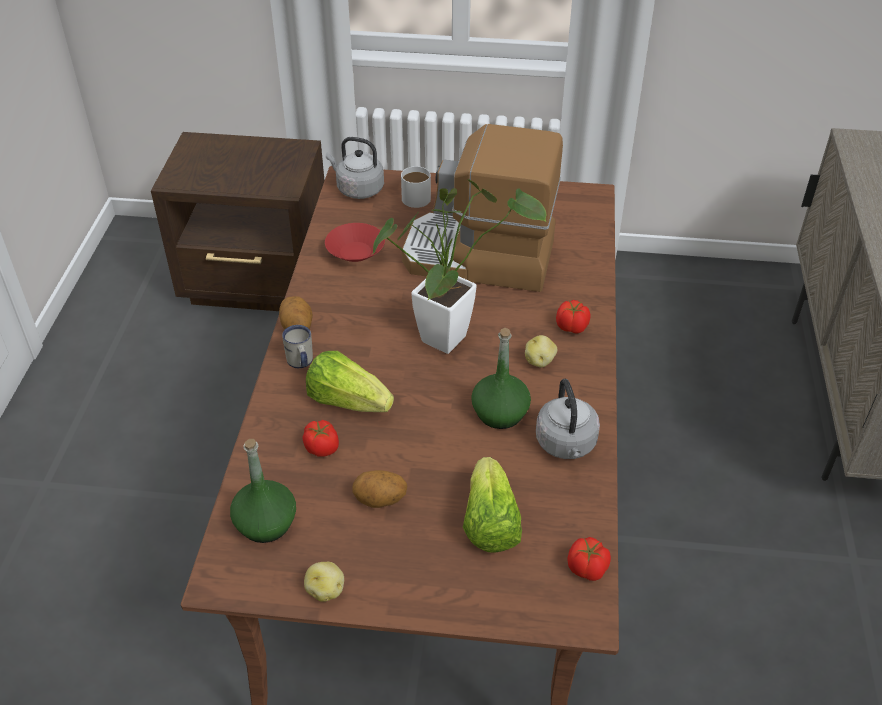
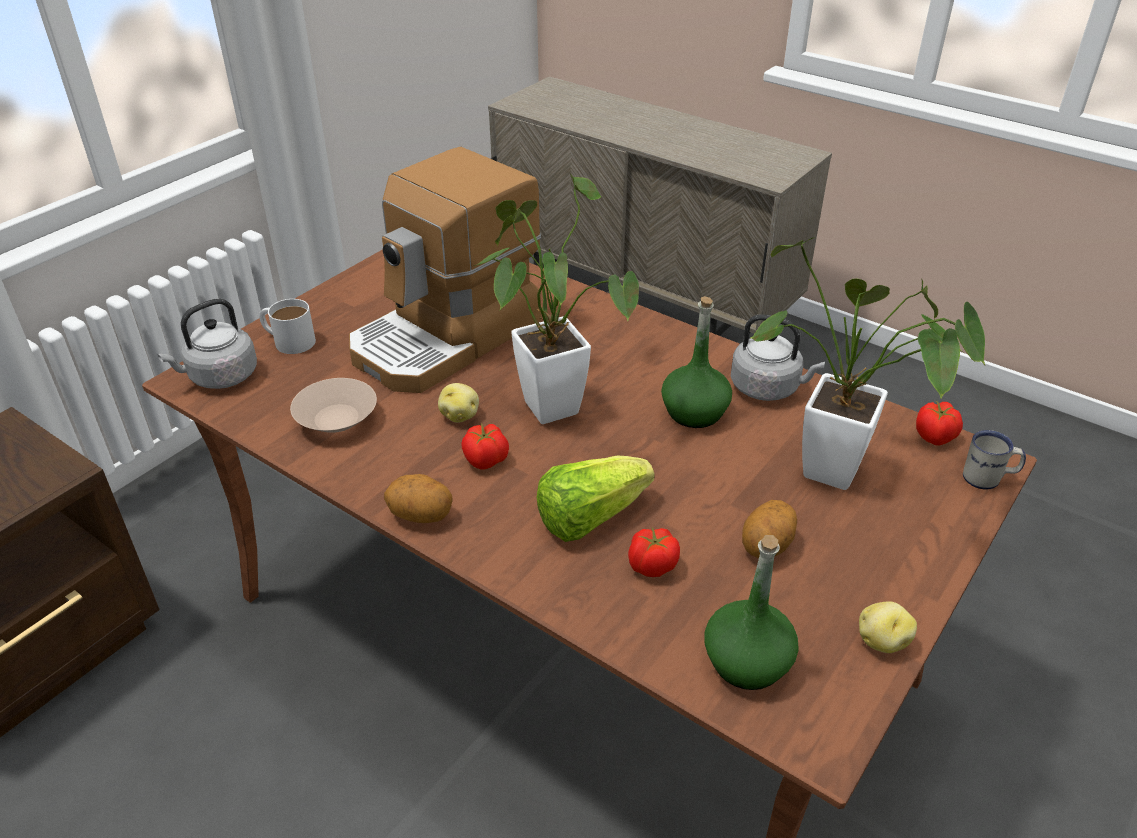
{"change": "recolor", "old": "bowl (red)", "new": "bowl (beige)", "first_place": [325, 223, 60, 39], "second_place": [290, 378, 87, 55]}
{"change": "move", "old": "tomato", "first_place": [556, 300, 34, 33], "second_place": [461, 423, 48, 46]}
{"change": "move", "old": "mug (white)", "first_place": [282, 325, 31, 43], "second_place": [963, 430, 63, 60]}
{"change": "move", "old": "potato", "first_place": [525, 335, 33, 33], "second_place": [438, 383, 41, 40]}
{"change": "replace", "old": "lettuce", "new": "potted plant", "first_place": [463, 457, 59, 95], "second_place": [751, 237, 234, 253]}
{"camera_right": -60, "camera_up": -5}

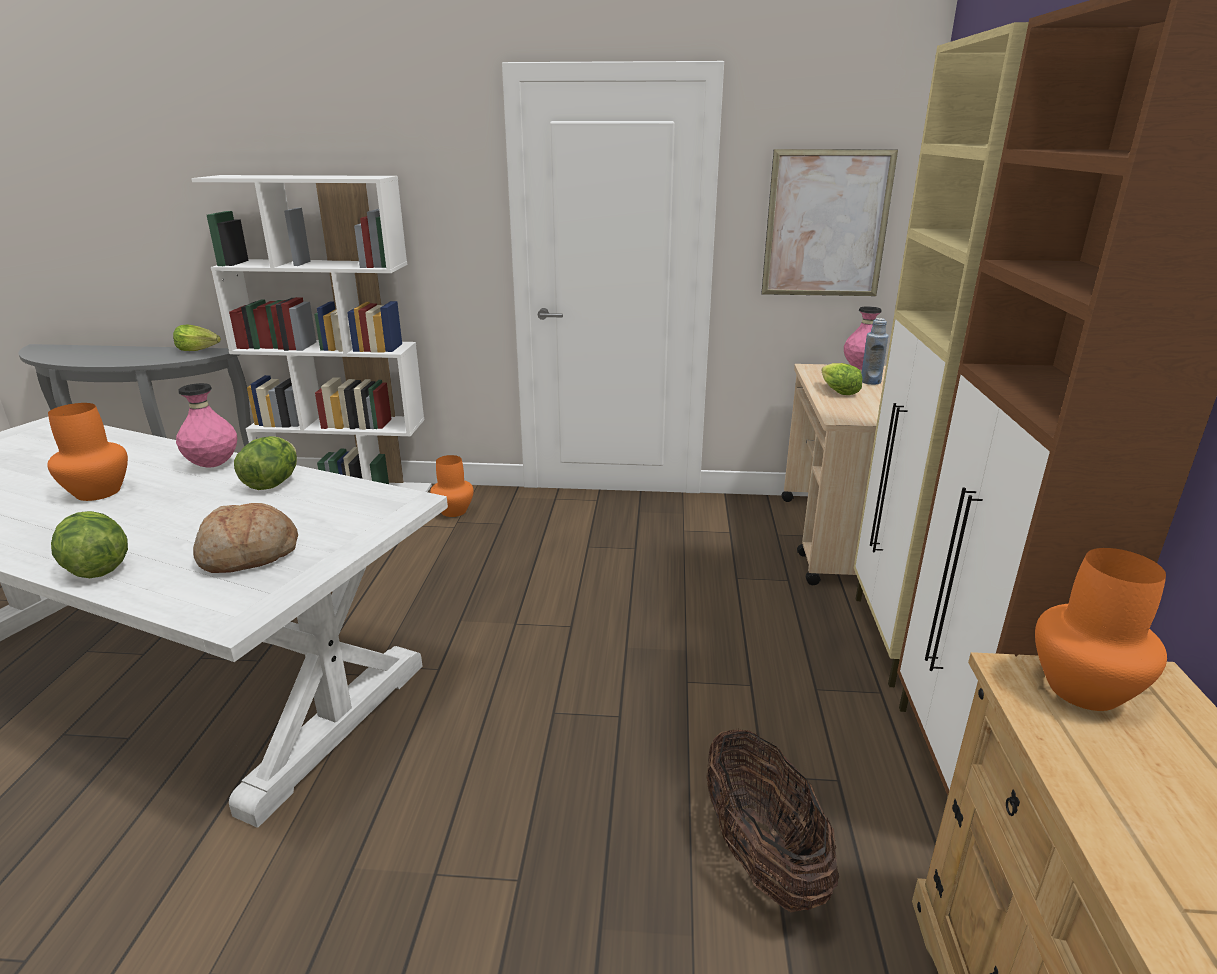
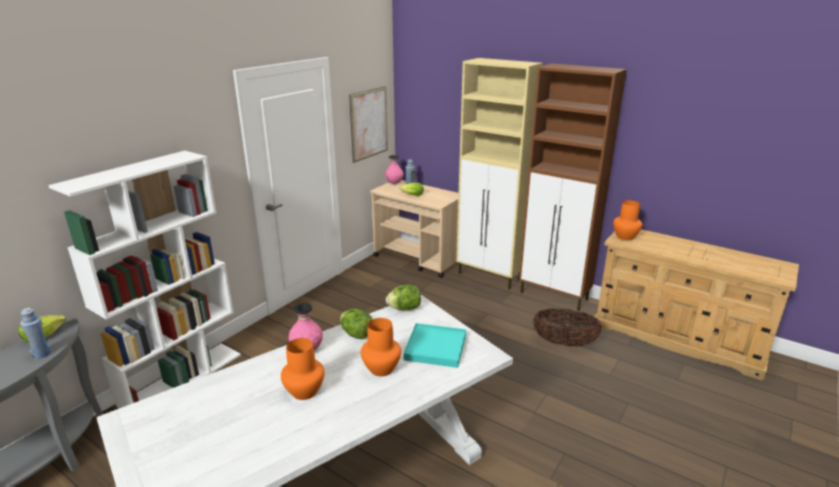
{"change": "move", "old": "vase (orange)", "first_place": [430, 455, 44, 62], "second_place": [361, 318, 40, 58]}
{"change": "replace", "old": "bread", "new": "tray (turquoise)", "first_place": [193, 503, 105, 70], "second_place": [404, 323, 62, 45]}
{"change": "move", "old": "lettuce", "first_place": [51, 511, 77, 67], "second_place": [386, 284, 35, 26]}
{"change": "insert", "new": "bottle (blue)", "second_place": [20, 308, 32, 51]}
{"camera_right": -60, "camera_up": 0}

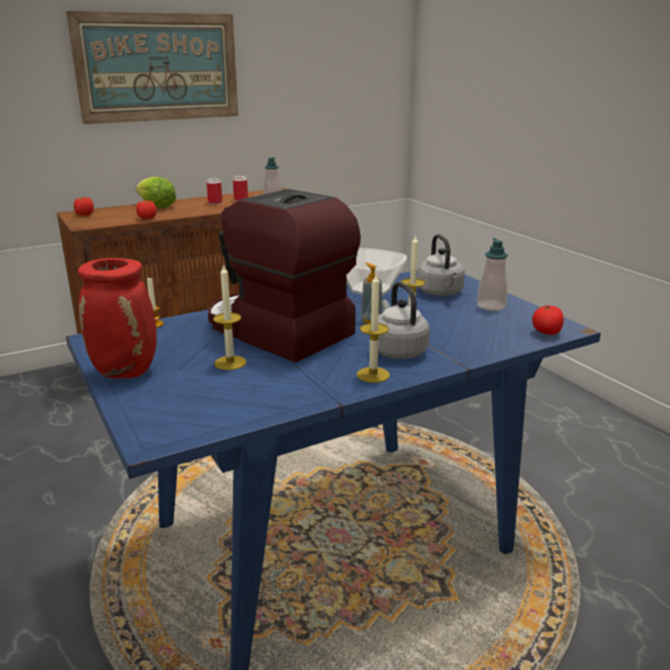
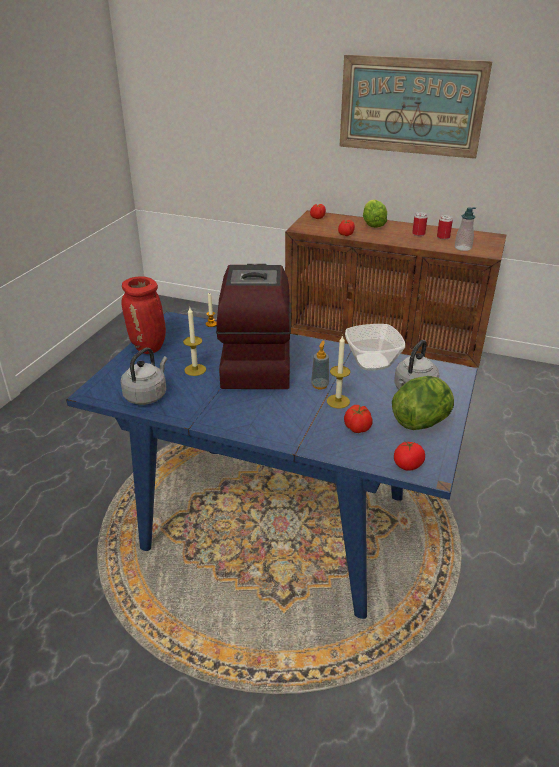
{"change": "replace", "old": "soap dispenser", "new": "lettuce", "first_place": [477, 238, 31, 73], "second_place": [392, 376, 62, 54]}
{"change": "delete", "old": "candle", "first_place": [357, 274, 33, 109]}
{"change": "move", "old": "kettle (grey)", "first_place": [378, 282, 52, 77], "second_place": [120, 348, 47, 57]}
{"change": "insert", "new": "tomato", "second_place": [344, 405, 29, 28]}
{"camera_right": 50, "camera_up": 10}

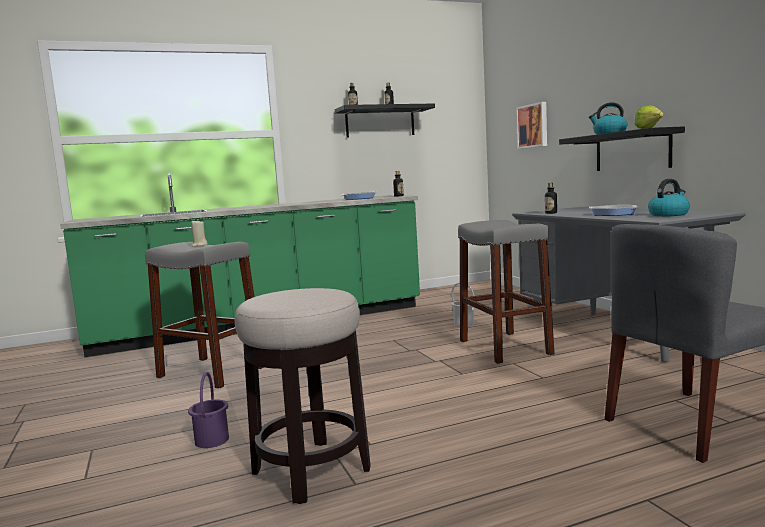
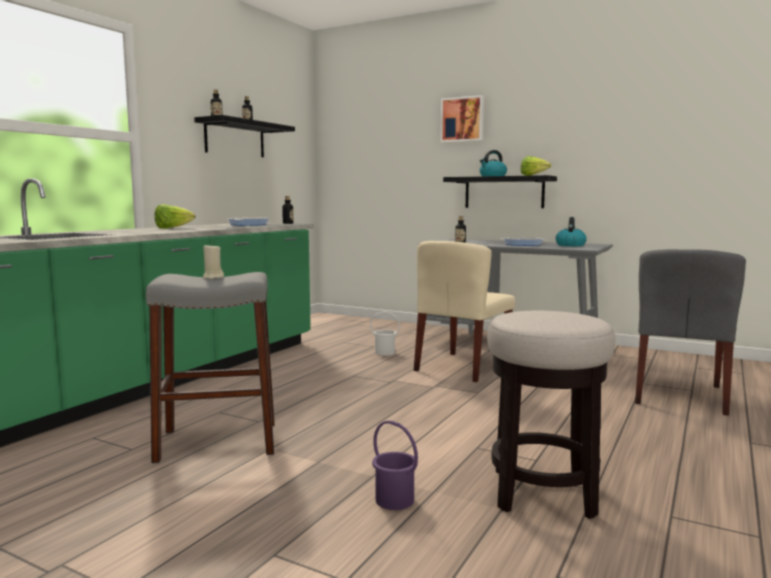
{"change": "move", "old": "picture", "first_place": [516, 102, 31, 47], "second_place": [440, 95, 44, 48]}
{"change": "replace", "old": "stool (grey)", "new": "chair (beige)", "first_place": [458, 220, 97, 144], "second_place": [414, 241, 101, 141]}
{"change": "insert", "new": "lettuce", "second_place": [154, 204, 41, 25]}
{"camera_right": -40, "camera_up": 0}

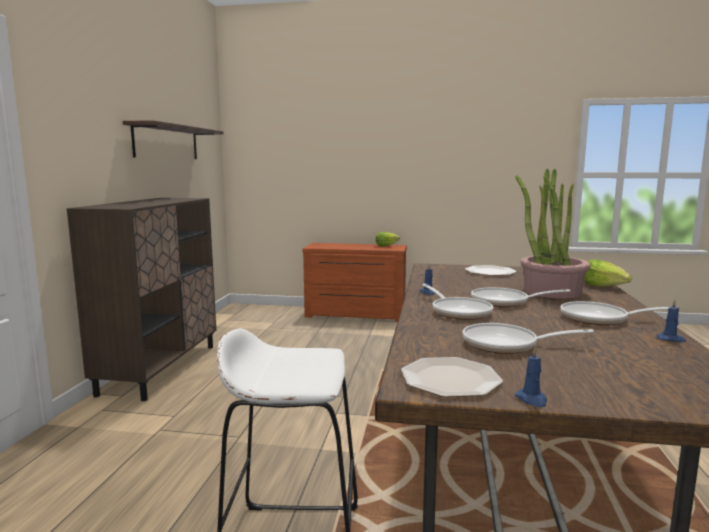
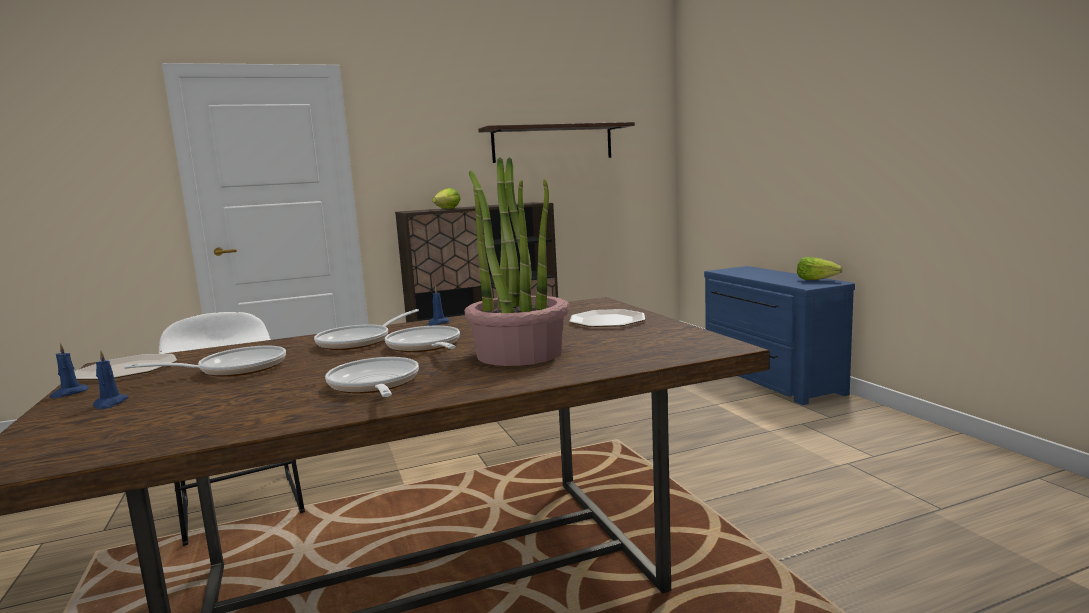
{"change": "recolor", "old": "dresser (brown)", "new": "dresser (blue)", "first_place": [303, 243, 104, 79], "second_place": [704, 266, 151, 139]}
{"change": "move", "old": "lettuce", "first_place": [584, 259, 48, 28], "second_place": [432, 188, 28, 21]}
{"change": "move", "old": "candle (blue)", "first_place": [657, 300, 29, 42], "second_place": [93, 350, 36, 59]}
{"change": "rotate", "old": "frying pan", "first_place": [463, 323, 131, 31], "second_place": [124, 346, 162, 31], "degrees": 90}
{"camera_right": 60, "camera_up": 0}

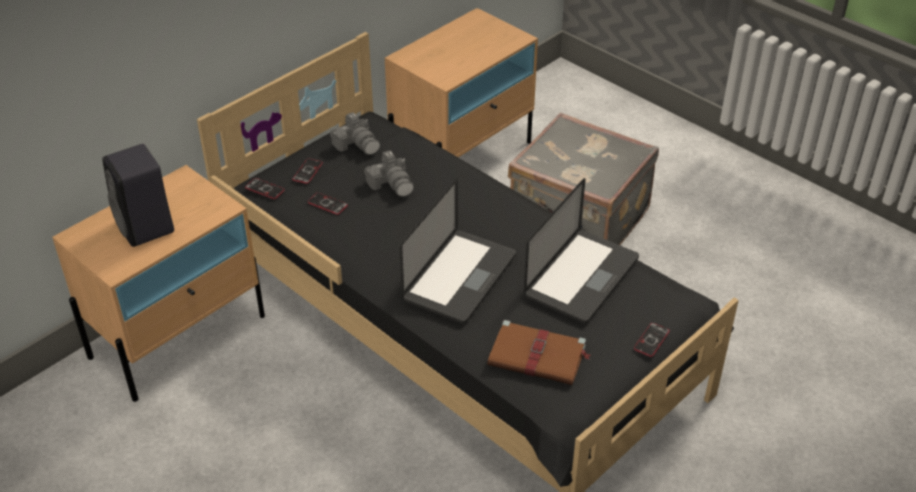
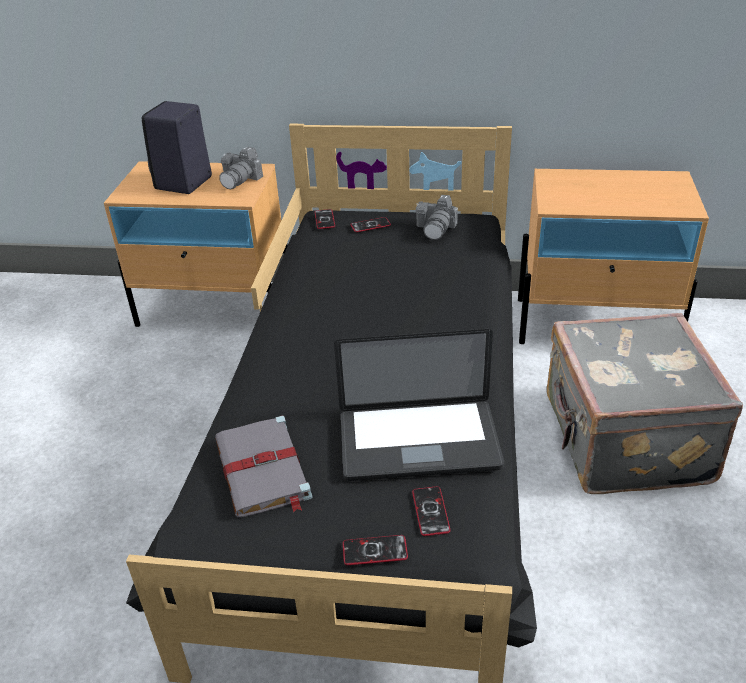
{"change": "move", "old": "photo camera", "first_place": [364, 150, 50, 47], "second_place": [220, 147, 43, 42]}
{"change": "delete", "old": "laptop", "first_place": [399, 178, 117, 146]}
{"change": "move", "old": "phone", "first_place": [308, 193, 40, 22], "second_place": [412, 486, 39, 50]}
{"change": "recolor", "old": "book (brown)", "new": "book (grey)", "first_place": [487, 320, 104, 65], "second_place": [215, 416, 97, 101]}
{"camera_right": 55, "camera_up": -5}

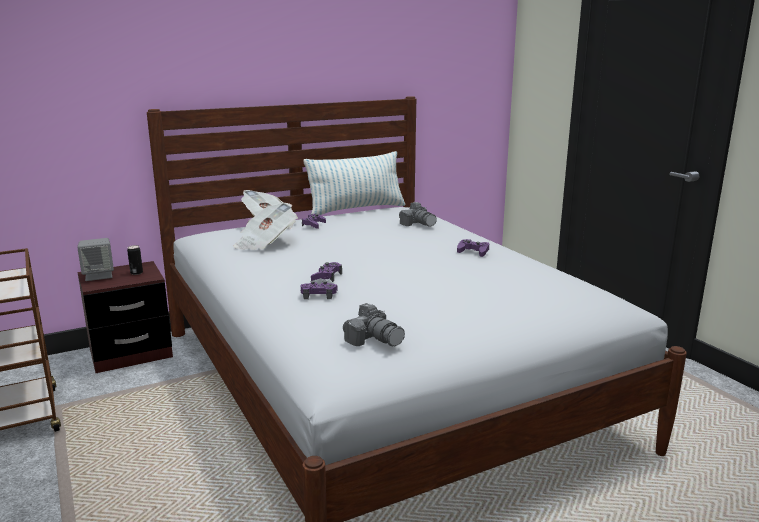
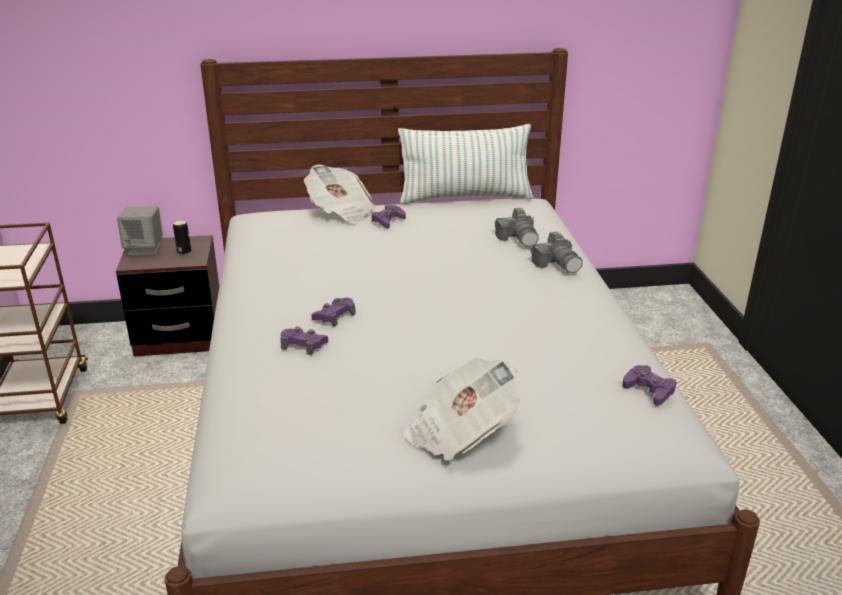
{"change": "move", "old": "newspaper", "first_place": [234, 203, 63, 47], "second_place": [404, 358, 116, 103]}
{"change": "move", "old": "game controller (purple)", "first_place": [457, 239, 32, 18], "second_place": [622, 365, 54, 41]}
{"change": "move", "old": "photo camera", "first_place": [343, 303, 62, 43], "second_place": [531, 232, 51, 41]}
{"camera_right": 20, "camera_up": 10}

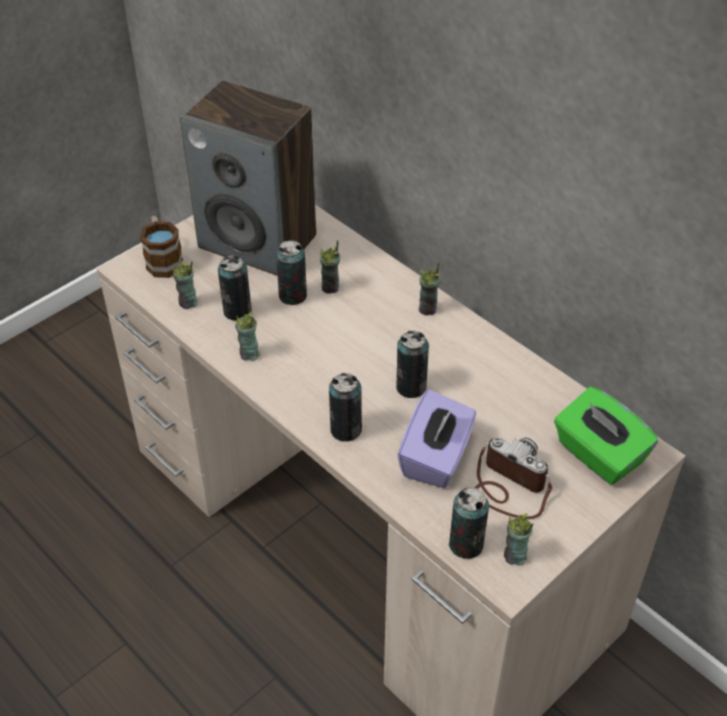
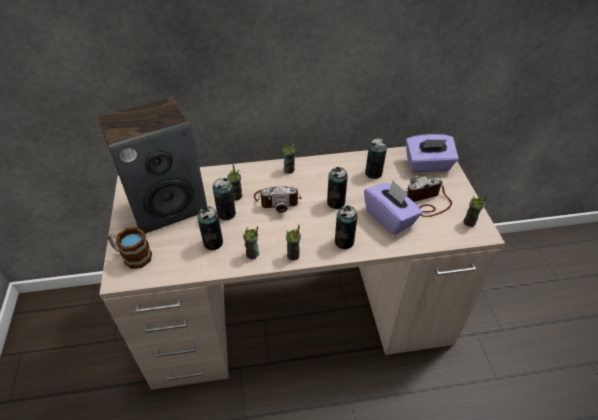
{"change": "move", "old": "cup", "first_place": [172, 260, 26, 49], "second_place": [286, 224, 15, 36]}
{"change": "recolor", "old": "tissue box (green)", "new": "tissue box (purple)", "first_place": [554, 387, 104, 98], "second_place": [406, 134, 53, 39]}
{"change": "move", "old": "can", "first_place": [449, 487, 40, 72], "second_place": [365, 138, 22, 41]}
{"change": "insert", "new": "photo camera", "second_place": [254, 186, 48, 27]}
{"camera_right": -55, "camera_up": 0}

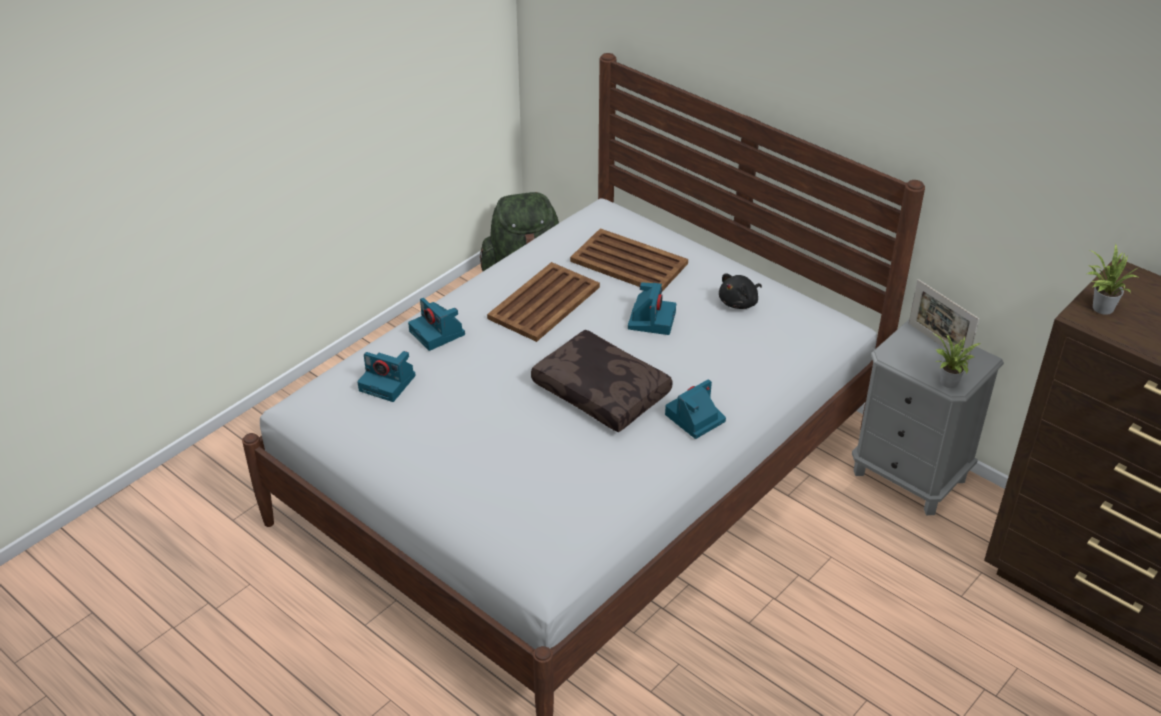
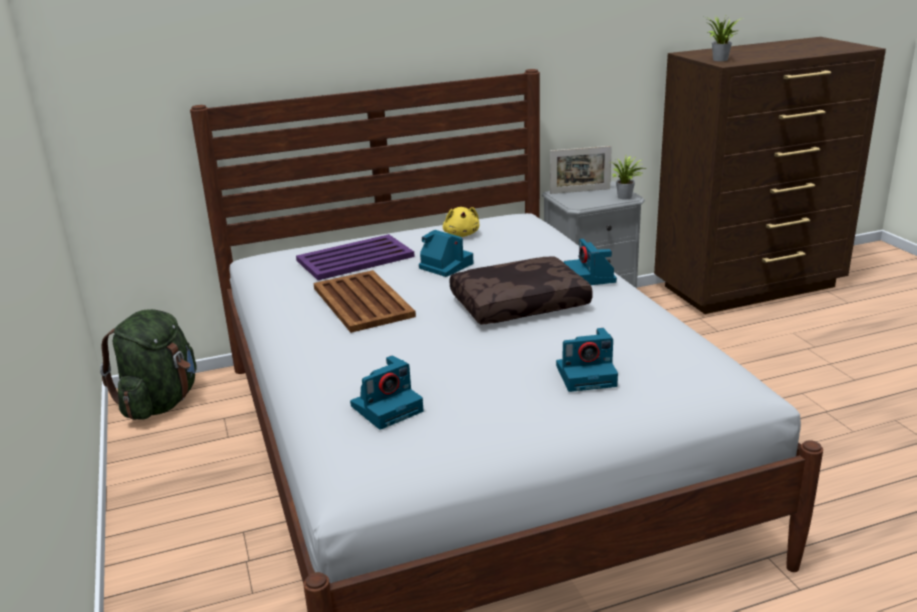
{"change": "recolor", "old": "tray (brown)", "new": "tray (purple)", "first_place": [570, 228, 118, 63], "second_place": [296, 234, 119, 46]}
{"change": "recolor", "old": "plush toy (black)", "new": "plush toy (yellow)", "first_place": [719, 273, 43, 36], "second_place": [443, 207, 36, 30]}
{"change": "move", "old": "photo camera", "first_place": [408, 298, 57, 53], "second_place": [556, 328, 62, 64]}
{"camera_right": -60, "camera_up": -15}

